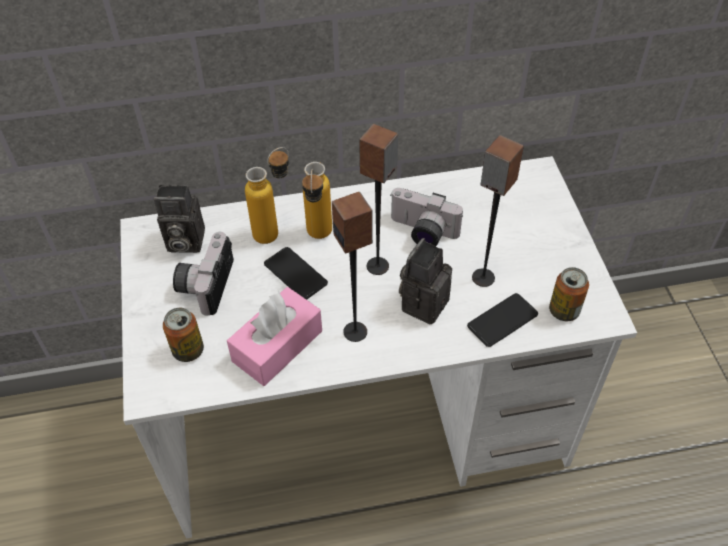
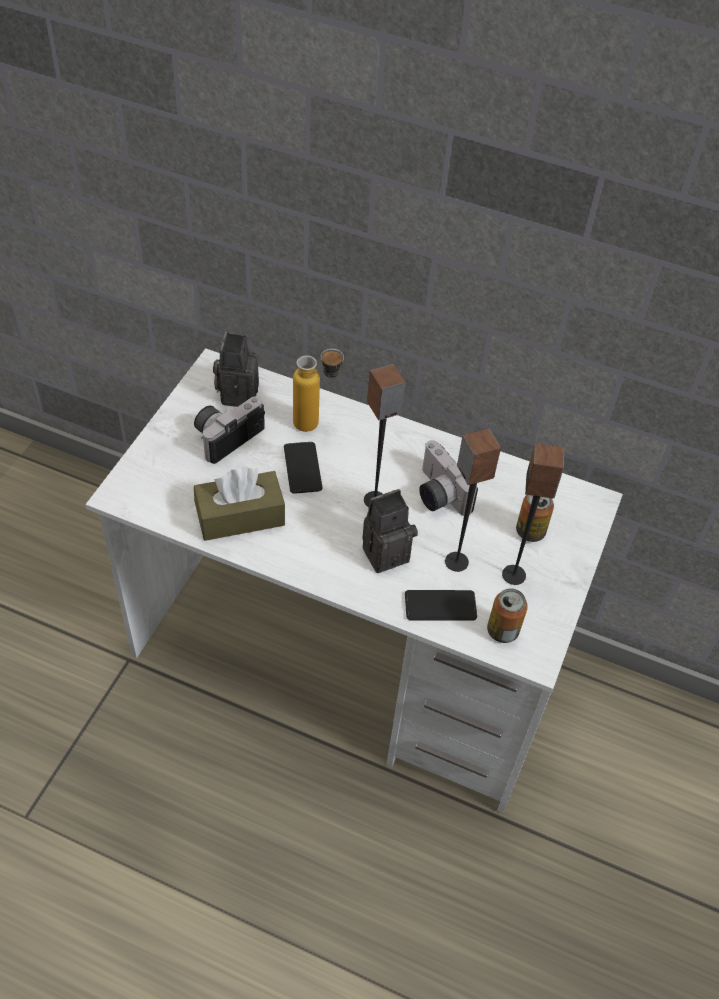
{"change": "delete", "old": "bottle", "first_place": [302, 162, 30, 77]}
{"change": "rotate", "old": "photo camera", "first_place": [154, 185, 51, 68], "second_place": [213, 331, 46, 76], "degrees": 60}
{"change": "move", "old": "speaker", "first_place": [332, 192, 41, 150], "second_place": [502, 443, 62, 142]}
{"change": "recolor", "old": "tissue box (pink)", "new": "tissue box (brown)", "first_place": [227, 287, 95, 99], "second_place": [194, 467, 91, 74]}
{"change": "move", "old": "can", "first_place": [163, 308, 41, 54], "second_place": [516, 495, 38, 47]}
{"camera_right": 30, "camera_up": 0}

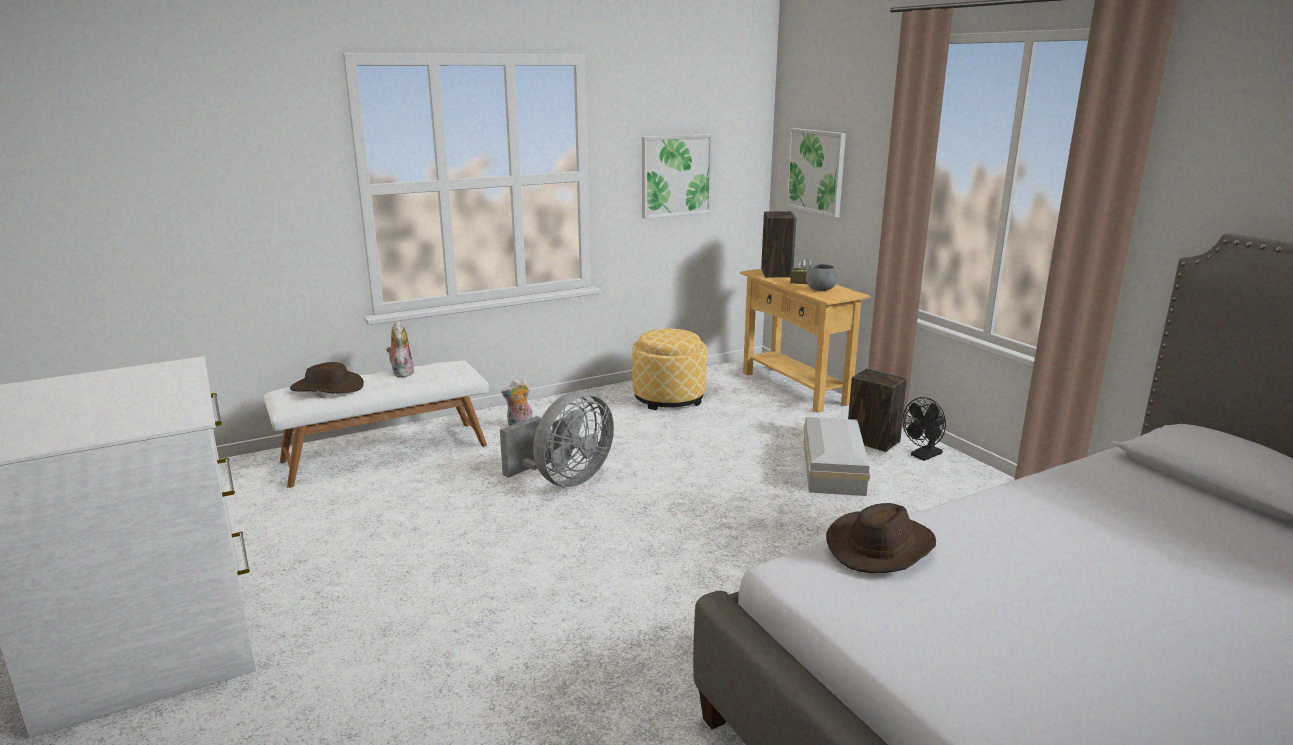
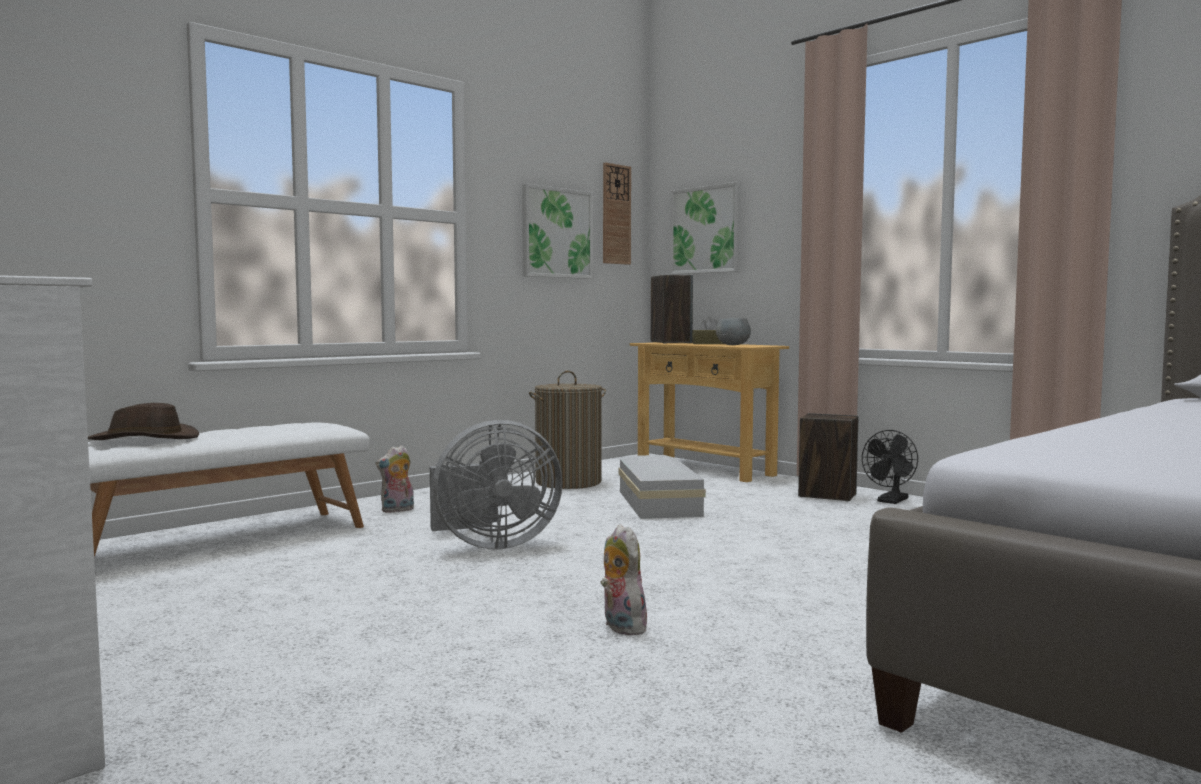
{"change": "move", "old": "plush toy", "first_place": [386, 321, 28, 56], "second_place": [601, 524, 46, 111]}
{"change": "replace", "old": "ottoman", "new": "laundry basket", "first_place": [632, 329, 75, 81], "second_place": [529, 370, 77, 119]}
{"change": "rotate", "old": "fan (grey)", "first_place": [500, 391, 114, 96], "second_place": [430, 420, 133, 129], "degrees": 45}
{"change": "move", "old": "storage box (white)", "first_place": [804, 417, 66, 79], "second_place": [619, 455, 87, 64]}
{"change": "delete", "old": "hat (brown)", "first_place": [826, 503, 110, 70]}
{"change": "insert", "new": "wall clock", "second_place": [603, 163, 28, 102]}
{"camera_right": -15, "camera_up": -15}

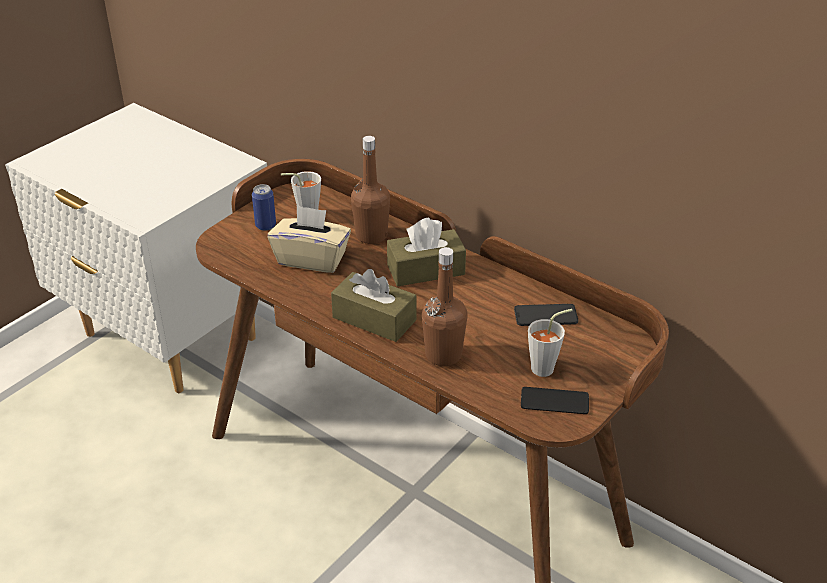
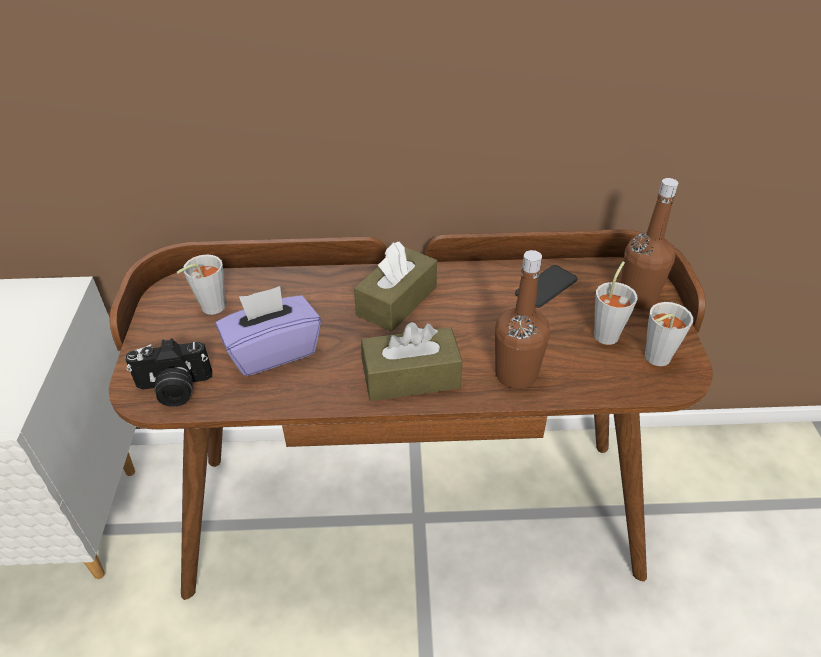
{"change": "move", "old": "bottle (brown)", "first_place": [351, 136, 39, 108], "second_place": [620, 178, 58, 131]}
{"change": "delete", "old": "can", "first_place": [252, 184, 24, 47]}
{"change": "recolor", "old": "tissue box (beige)", "new": "tissue box (purple)", "first_place": [268, 205, 83, 68], "second_place": [216, 286, 105, 90]}
{"change": "replace", "old": "phone", "new": "cup (grey)", "first_place": [521, 387, 68, 27], "second_place": [645, 302, 48, 64]}
{"change": "insert", "new": "photo camera", "second_place": [126, 338, 86, 69]}
{"camera_right": -40, "camera_up": 5}

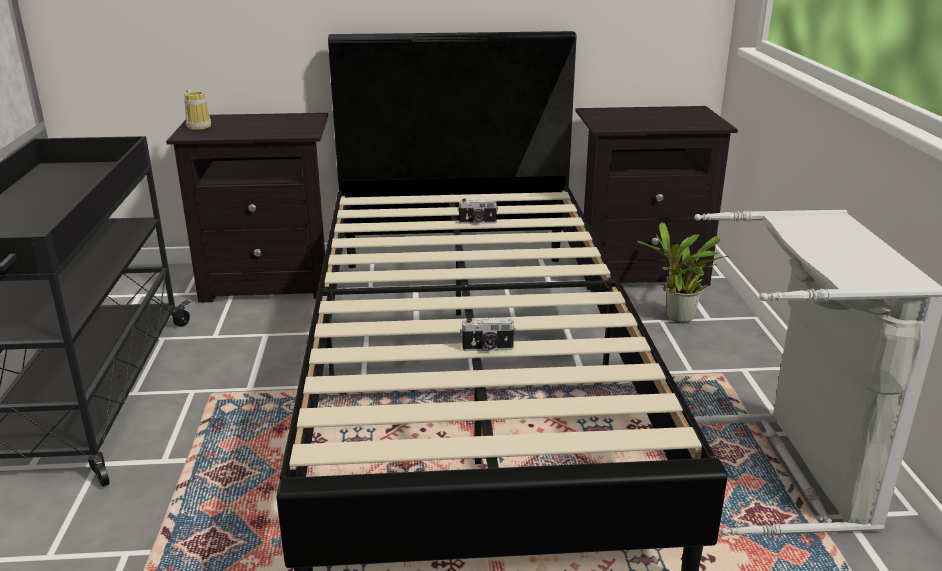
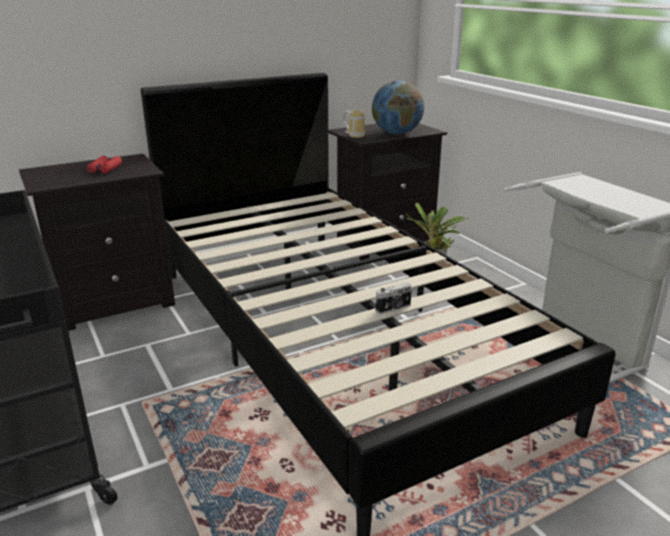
{"change": "move", "old": "mug", "first_place": [184, 90, 27, 40], "second_place": [342, 110, 24, 28]}
{"change": "delete", "old": "photo camera", "first_place": [457, 199, 41, 25]}
{"change": "insert", "new": "globe", "second_place": [372, 80, 52, 55]}
{"change": "insert", "new": "binoculars (red)", "second_place": [86, 156, 36, 17]}
{"camera_right": -25, "camera_up": 0}

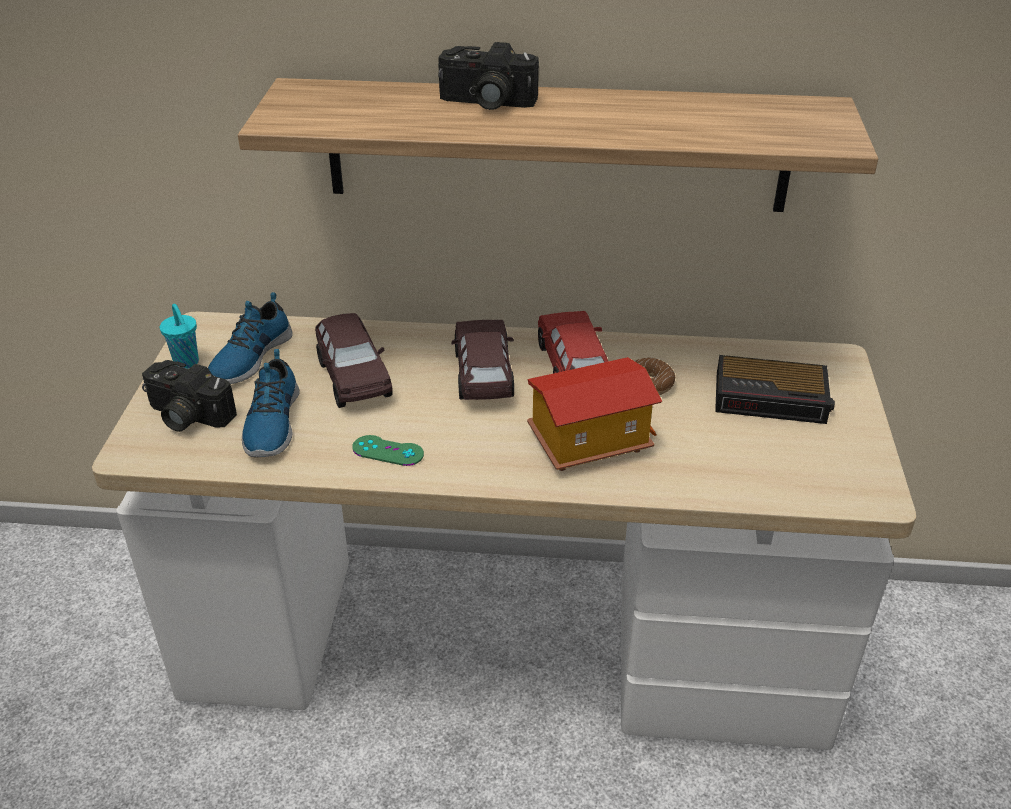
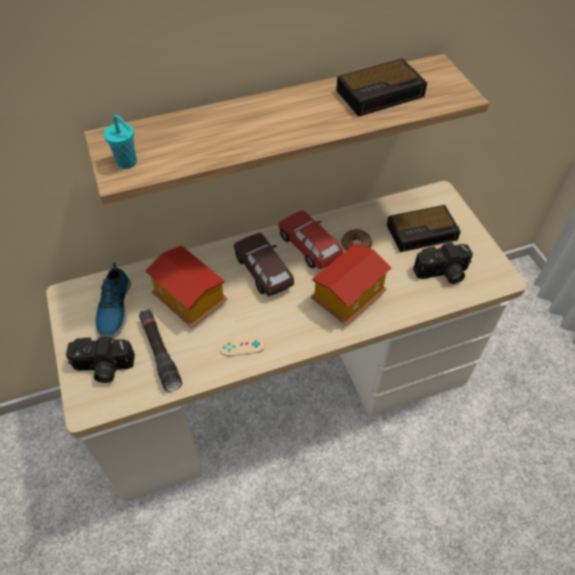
{"change": "move", "old": "photo camera", "first_place": [438, 42, 101, 68], "second_place": [413, 242, 60, 42]}
{"change": "move", "old": "cup (turquoise)", "first_place": [160, 304, 39, 65], "second_place": [104, 115, 33, 54]}
{"change": "replace", "old": "toy car (brown)", "new": "toy house", "first_place": [315, 313, 78, 95], "second_place": [145, 245, 83, 83]}
{"change": "replace", "old": "shoe", "new": "flashlight (black)", "first_place": [242, 349, 58, 108], "second_place": [139, 309, 43, 83]}
{"change": "recolor", "old": "game controller (green)", "new": "game controller (beige)", "first_place": [352, 435, 72, 31], "second_place": [219, 335, 46, 21]}
{"change": "insert", "new": "alarm clock", "second_place": [336, 58, 91, 59]}
{"camera_right": -25, "camera_up": 15}

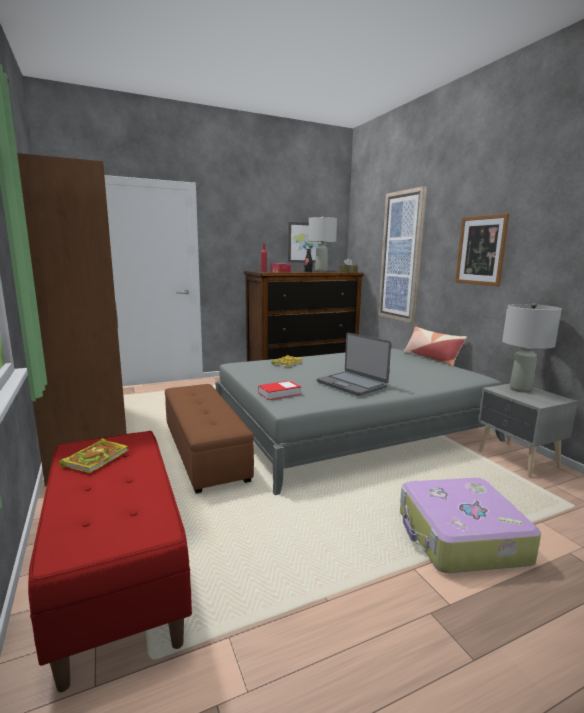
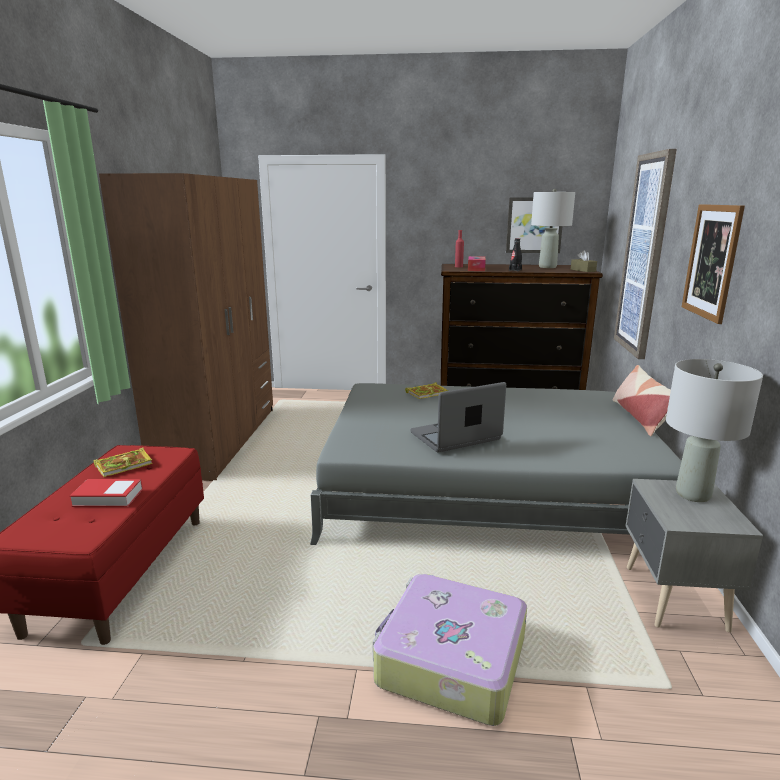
{"change": "rotate", "old": "laptop", "first_place": [317, 333, 74, 63], "second_place": [411, 382, 95, 71], "degrees": 75}
{"change": "move", "old": "book", "first_place": [258, 381, 43, 19], "second_place": [70, 479, 73, 28]}
{"change": "delete", "old": "ottoman (brown)", "first_place": [165, 384, 89, 110]}
{"camera_right": 30, "camera_up": 5}

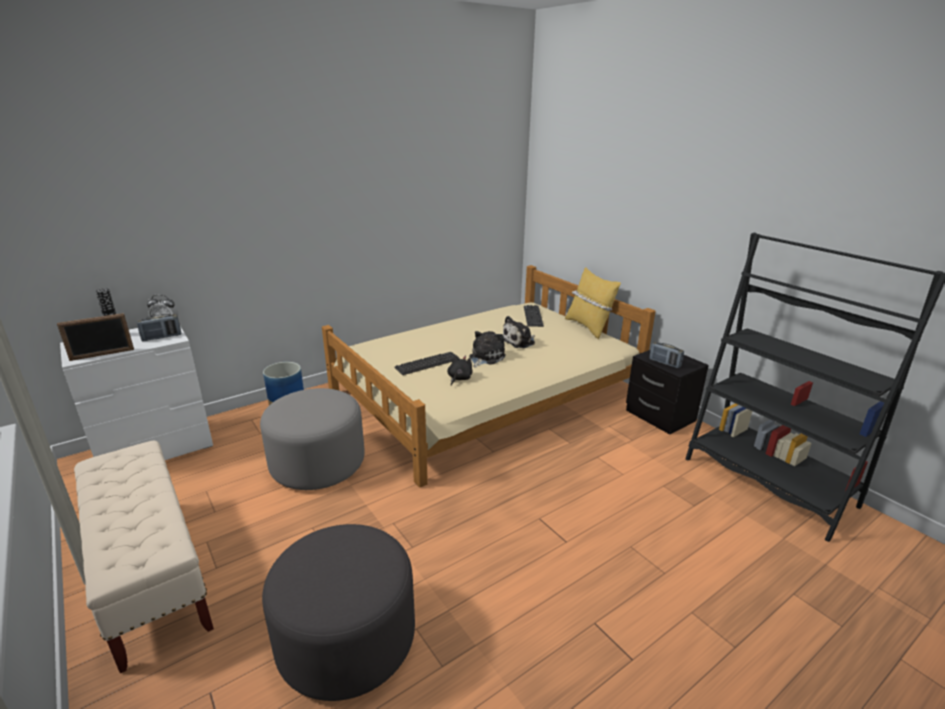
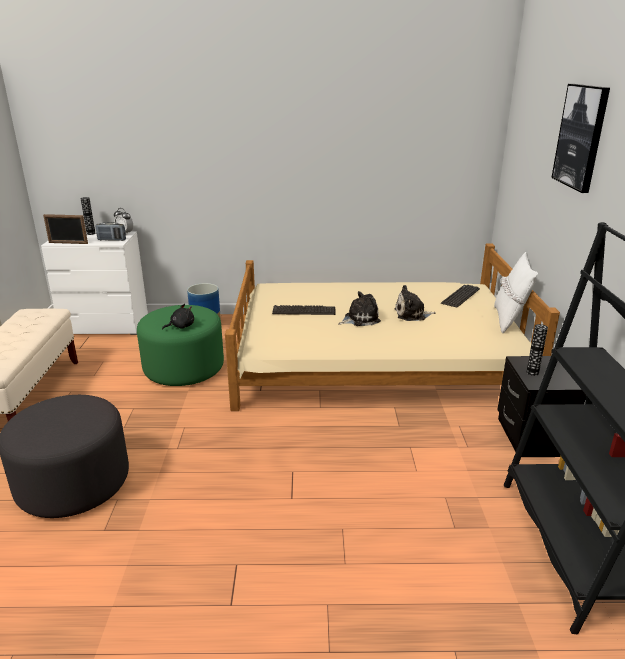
{"change": "recolor", "old": "pillow (yellow)", "new": "pillow (white)", "first_place": [565, 267, 56, 72], "second_place": [494, 252, 44, 81]}
{"change": "replace", "old": "radio", "new": "vase", "first_place": [649, 342, 35, 26], "second_place": [526, 324, 22, 52]}
{"change": "move", "old": "plush toy (black)", "first_place": [447, 355, 26, 31], "second_place": [162, 304, 32, 26]}
{"change": "recolor", "old": "ottoman (grey)", "new": "ottoman (green)", "first_place": [260, 388, 105, 102], "second_place": [137, 305, 87, 81]}
{"change": "insert", "new": "picture", "second_place": [551, 84, 59, 109]}
{"camera_right": 35, "camera_up": 0}

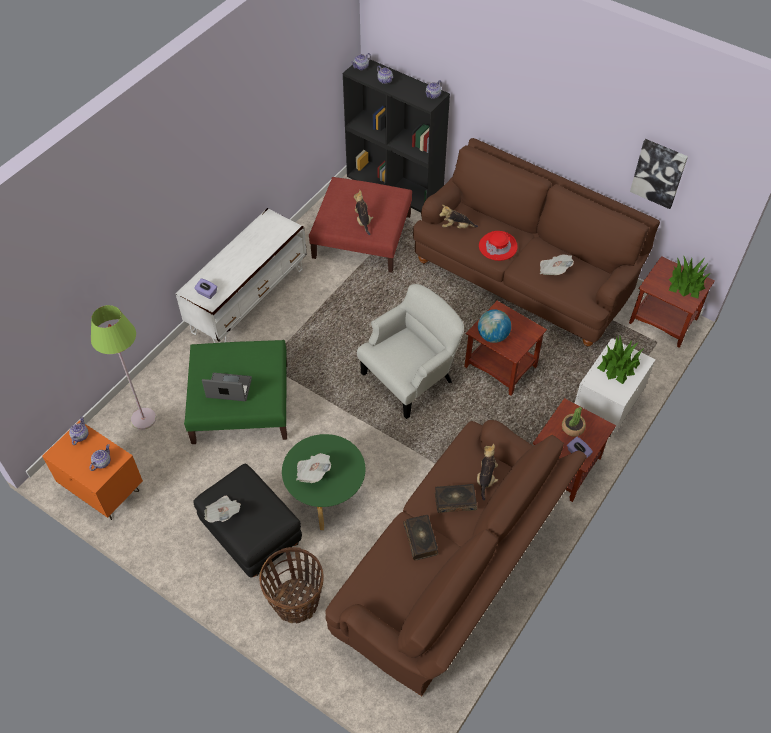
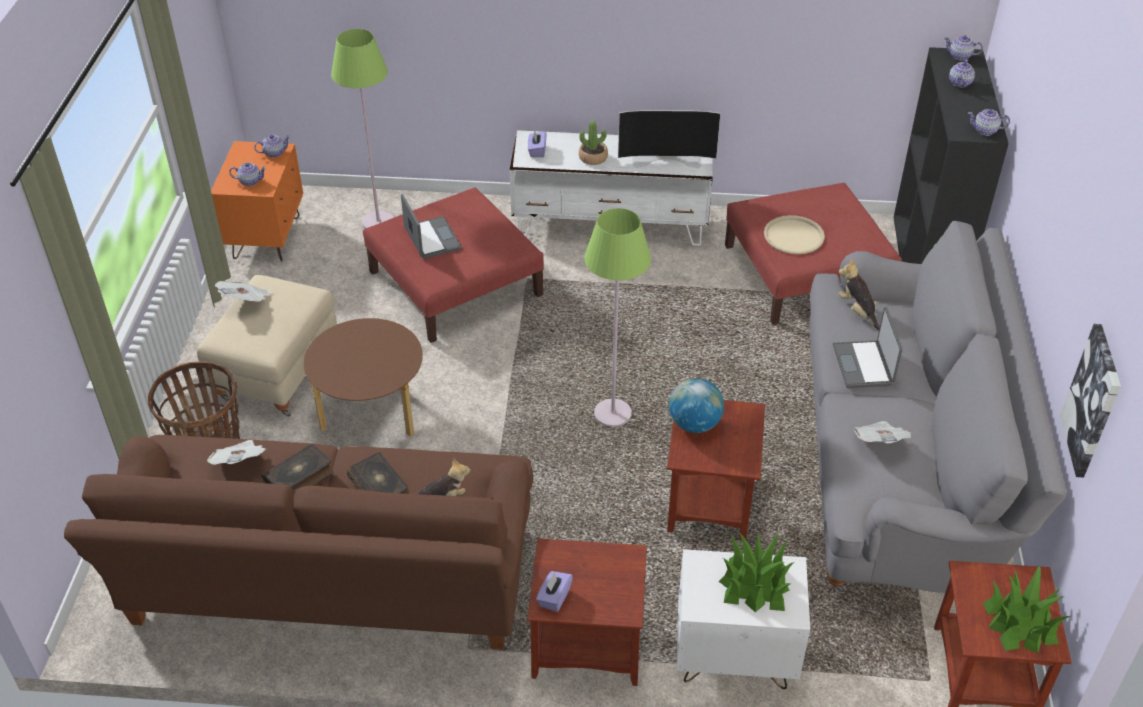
{"change": "recolor", "old": "sofa (brown)", "new": "sofa (grey)", "first_place": [413, 138, 247, 209], "second_place": [809, 221, 258, 372]}
{"change": "replace", "old": "plush toy", "new": "tray (beige)", "first_place": [354, 190, 19, 45], "second_place": [764, 215, 61, 39]}
{"change": "replace", "old": "hat (red)", "new": "laptop", "first_place": [479, 231, 39, 30], "second_place": [833, 307, 70, 81]}
{"change": "replace", "old": "armchair (white)", "new": "floor lamp (green)", "first_place": [357, 284, 107, 135], "second_place": [584, 208, 67, 219]}
{"change": "recolor", "old": "ottoman (green)", "new": "ottoman (red)", "first_place": [184, 340, 103, 104], "second_place": [363, 187, 181, 156]}
{"change": "move", "old": "potted plant", "first_place": [562, 407, 24, 30], "second_place": [579, 121, 29, 44]}
{"change": "recolor", "old": "coffee table (green)", "new": "coffee table (brown)", "first_place": [282, 434, 84, 96], "second_place": [304, 318, 119, 119]}
{"change": "move", "old": "newspaper", "first_place": [296, 453, 35, 30], "second_place": [207, 440, 59, 25]}
{"change": "recolor", "old": "ottoman (black)", "new": "ottoman (beige)", "first_place": [193, 464, 109, 113], "second_place": [197, 275, 140, 142]}
{"change": "insert", "new": "television", "second_place": [618, 110, 103, 58]}
{"camera_right": 60, "camera_up": -10}

